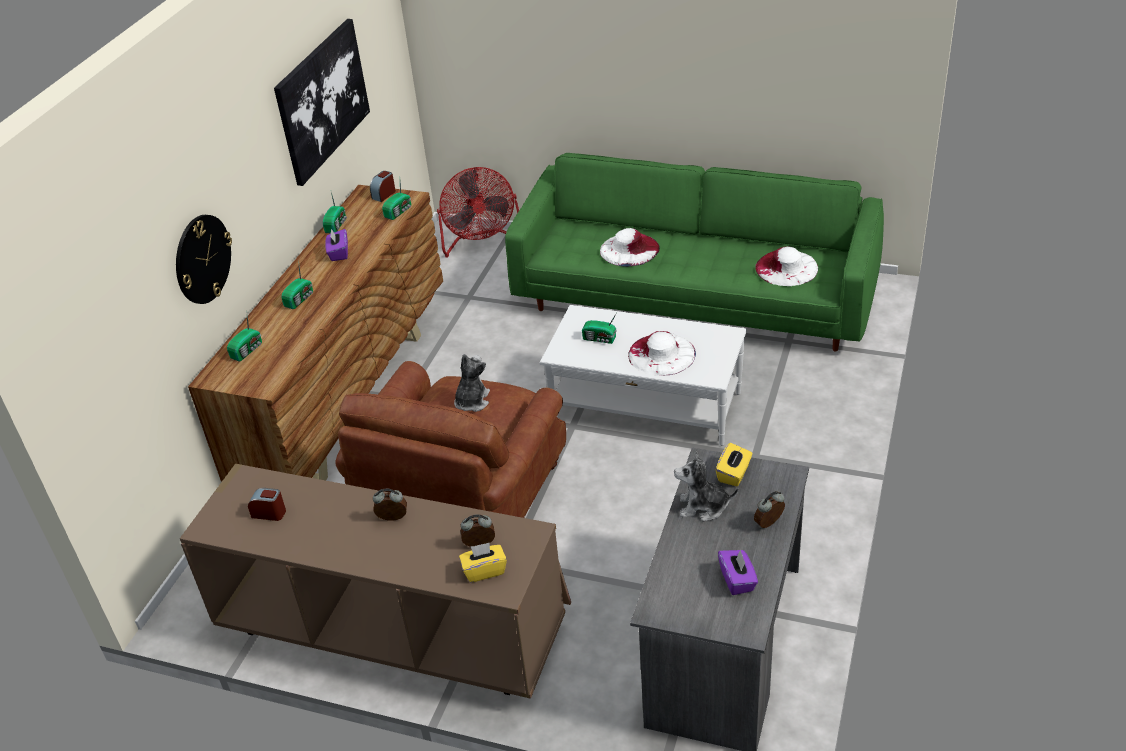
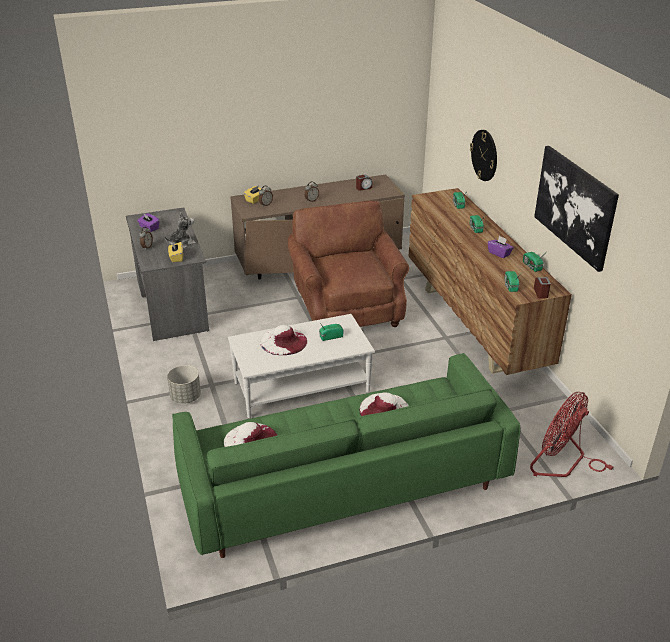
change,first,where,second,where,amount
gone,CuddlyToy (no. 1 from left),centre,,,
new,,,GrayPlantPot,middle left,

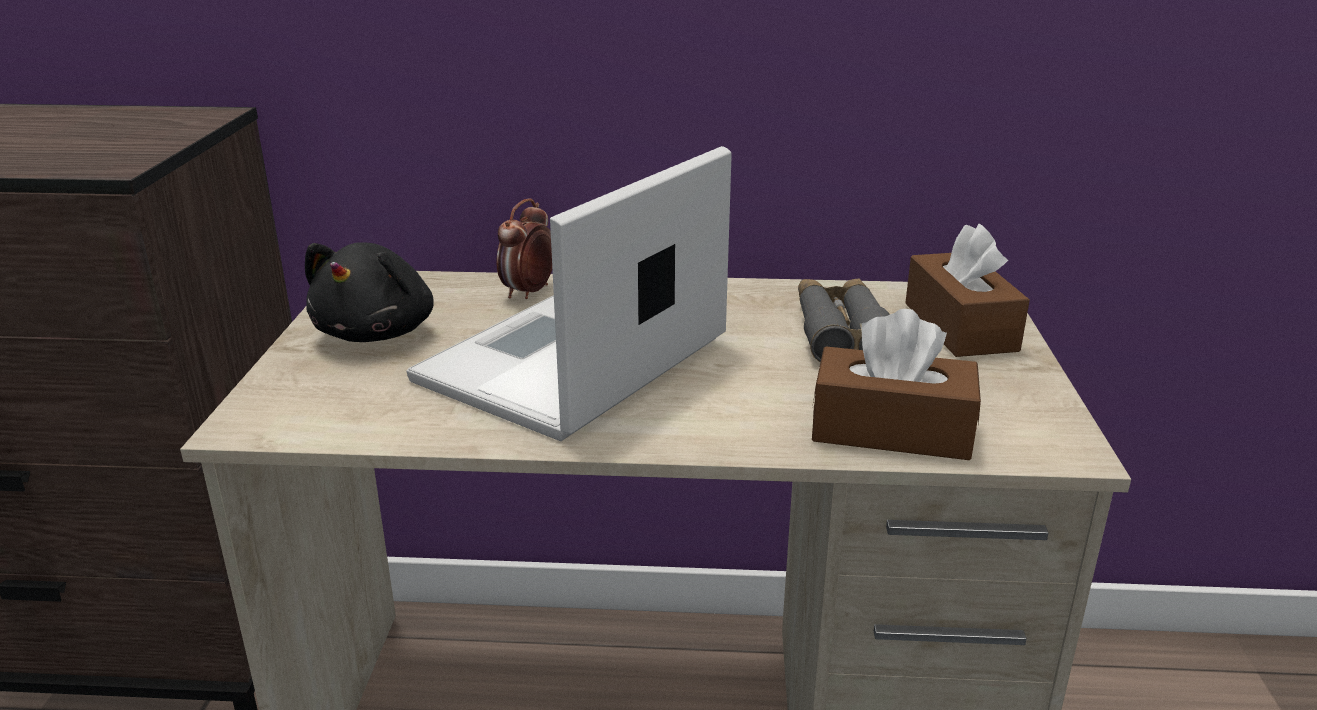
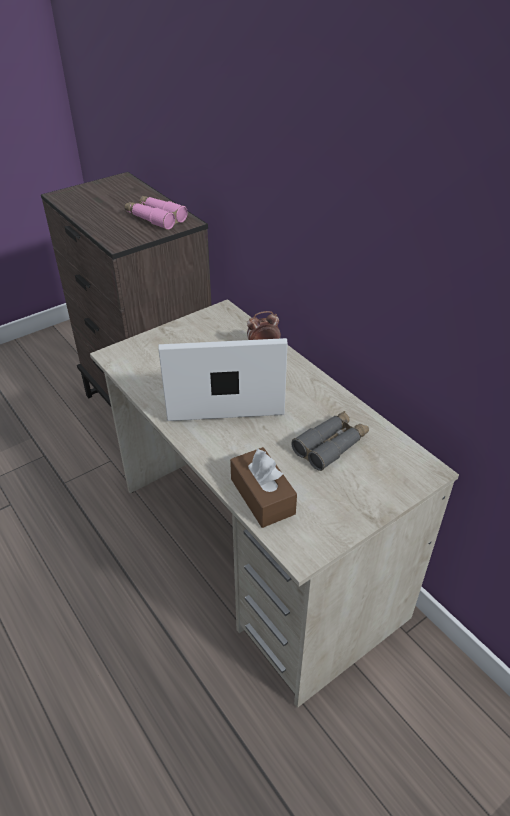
change,first,where,second,where,amount
gone,BlackishCuddlyToy,middle left,,,
gone,BrownColouredBoxOfTissues (no. 2 from left),middle right,,,
new,,,PinkColouredPairOfBinoculars,top left,

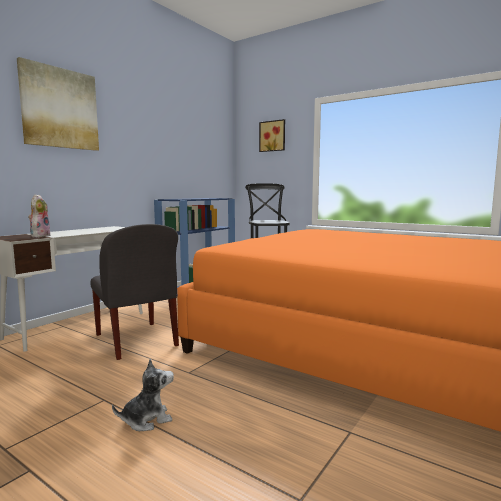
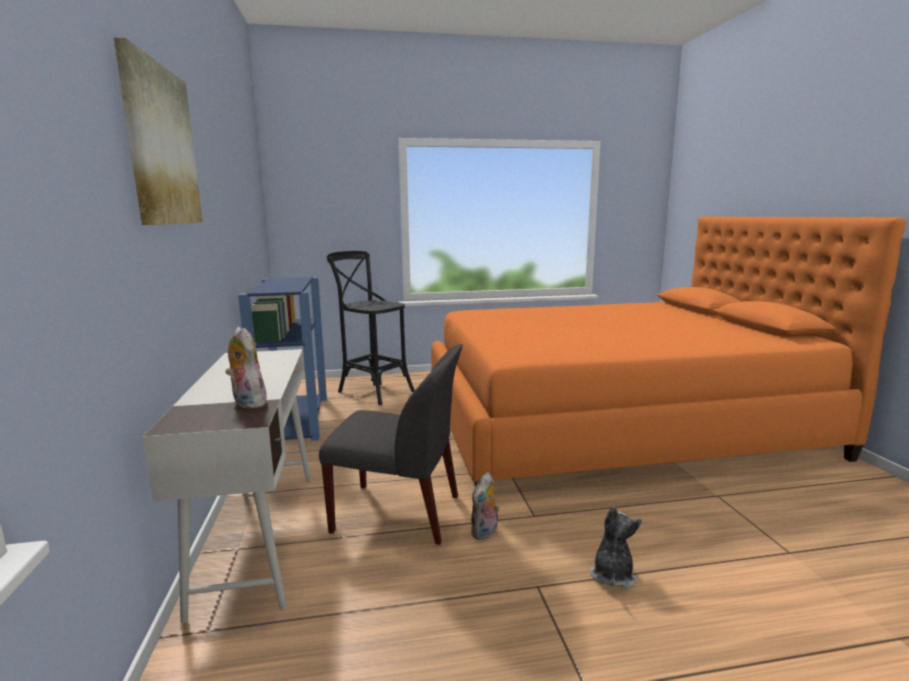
change,first,where,second,where,amount
gone,WallArt (no. 2 from left),top centre,,,
new,,,CuddlyToy (no. 2 from left),bottom centre,

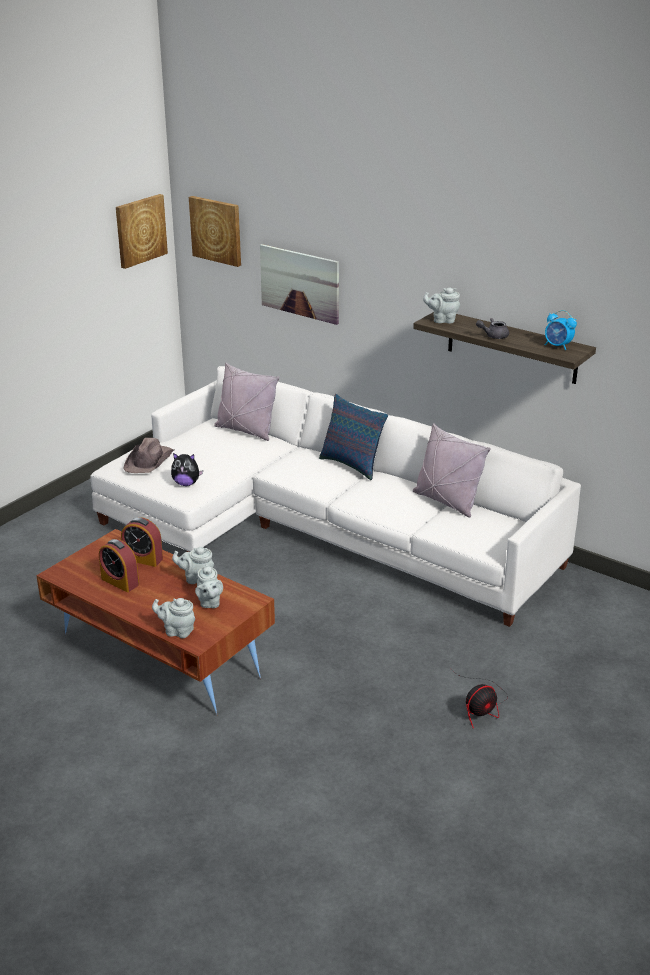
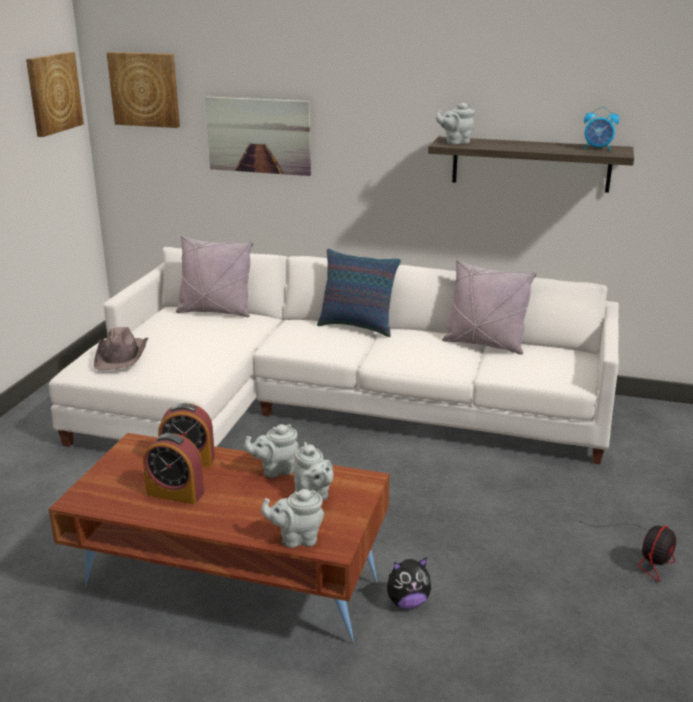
change,first,where,second,where,amount
gone,GrayTeaPot (no. 5 from left),middle right,,,
shifted,CuddlyToy,middle left,,bottom centre,

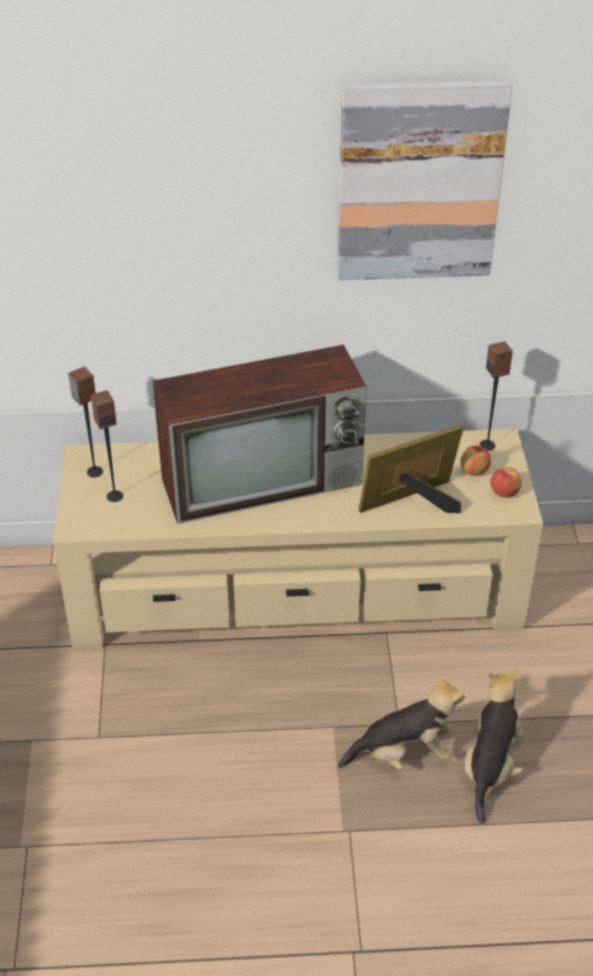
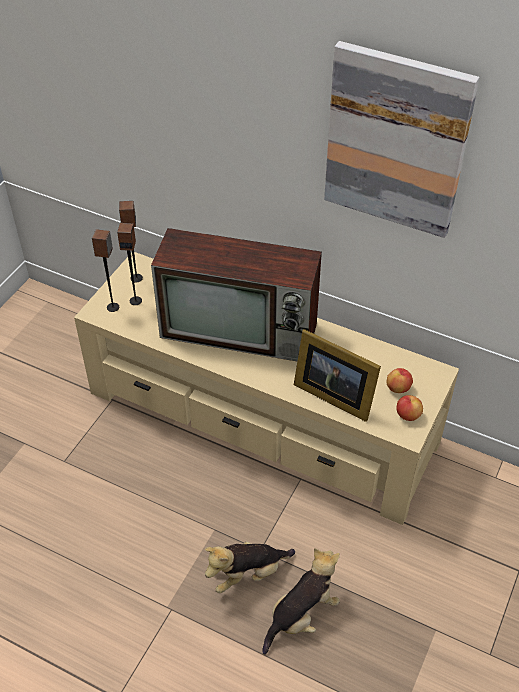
change,first,where,second,where,amount
shifted,AudioSpeaker (no. 3 from left in the first image),middle right,AudioSpeaker (no. 1 from left),middle left,
rotated,CuddlyToy (no. 1 from left),bottom right,,bottom centre,135 degrees clockwise
rotated,PhotoFrame,middle right,,centre,150 degrees counterclockwise

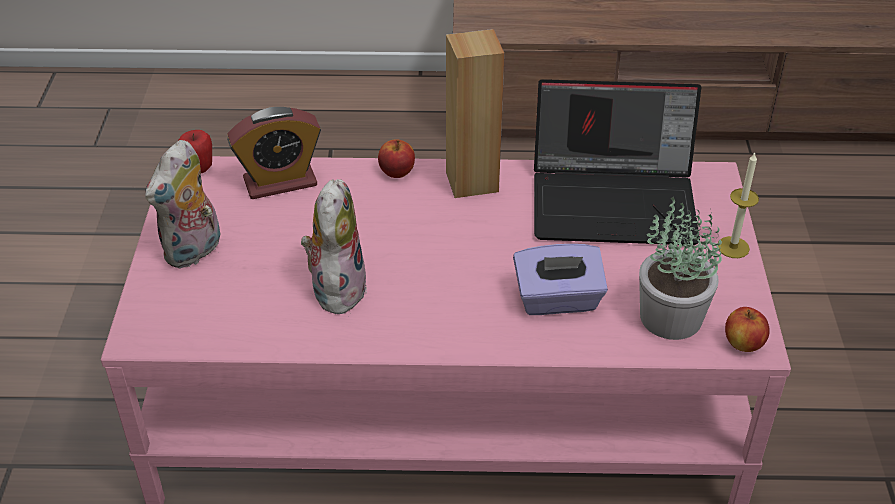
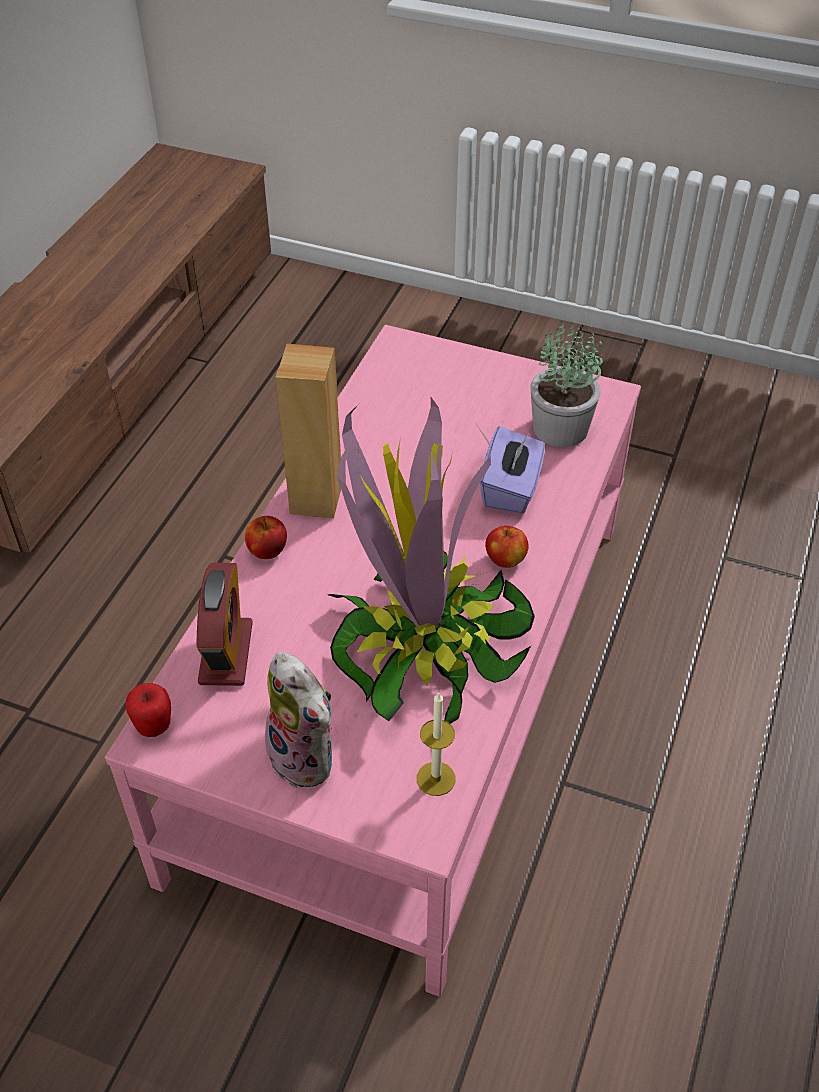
change,first,where,second,where,amount
gone,NotebookComputer,top right,,,
shifted,Candle,middle right,,bottom centre,
shifted,Apple (no. 3 from left),middle right,,centre,
swapped,CuddlyToy (no. 2 from left),centre,Houseplant (no. 1 from left),centre,

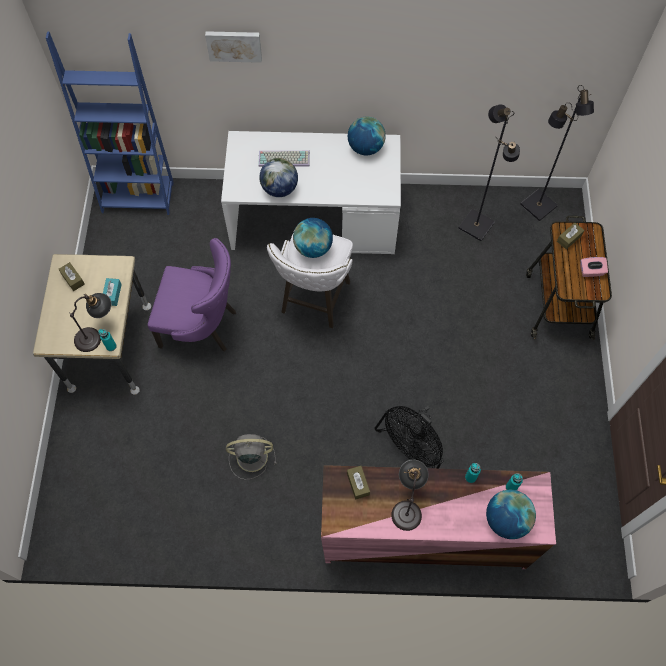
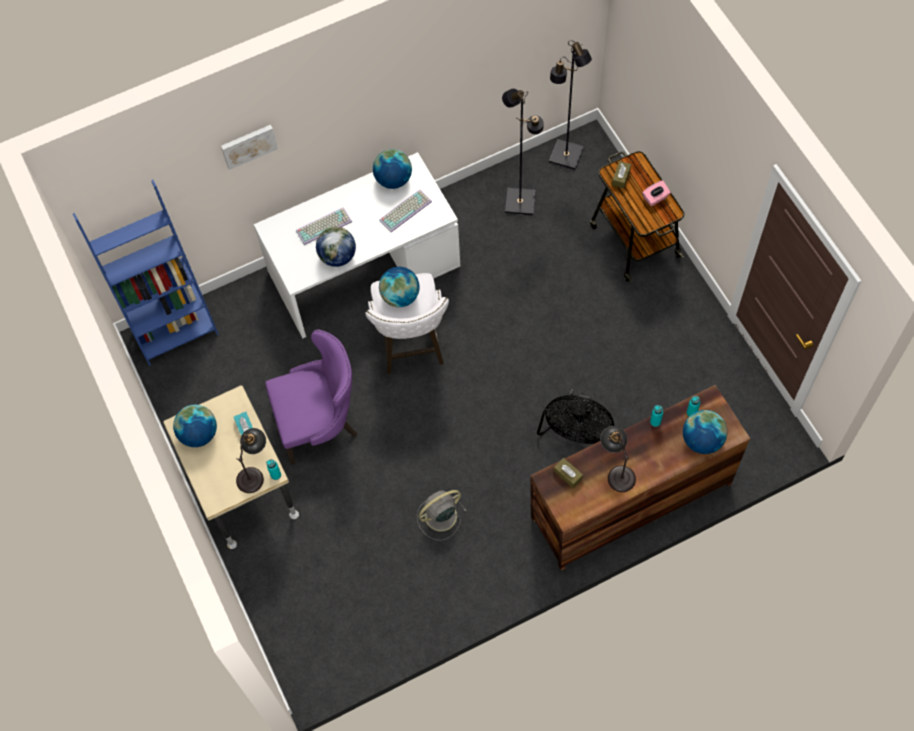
change,first,where,second,where,amount
new,,,ComputerKeyboard (no. 2 from left),top centre,
swapped,BrownColouredBoxOfTissues (no. 1 from left),middle left,WorldGlobe (no. 1 from left),middle left,
repainted,PinkColouredCupboard,bottom centre,BrownColouredCupboard,middle right,

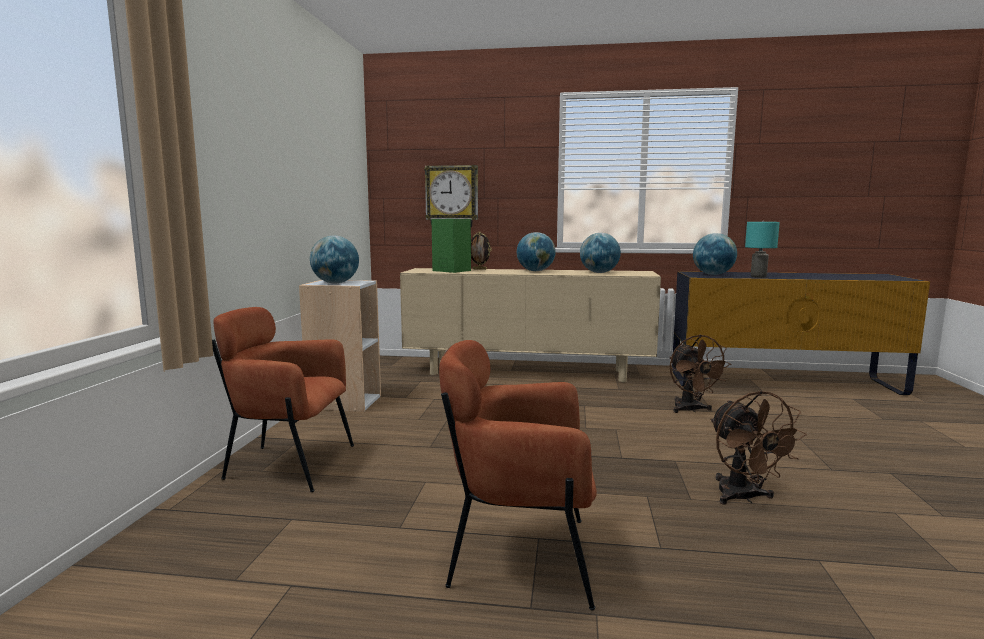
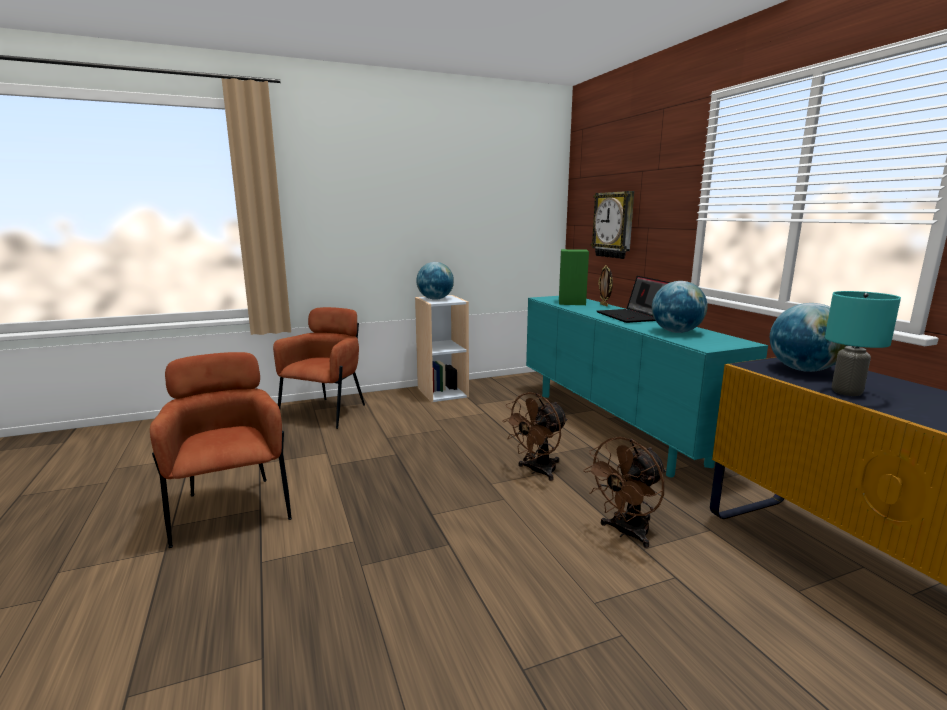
change,first,where,second,where,amount
shifted,BrownColouredCoolingFan (no. 2 from left in the first image),bottom right,BrownColouredCoolingFan (no. 1 from left),centre,
swapped,WorldGlobe (no. 2 from left),centre,NotebookComputer,middle right,
repainted,SandColouredCupboard,centre,TurquoiseColouredCupboard,middle right,
rotated,BrownColouredArmchair (no. 1 from left in the first image),middle left,BrownColouredArmchair (no. 2 from left),centre,45 degrees clockwise

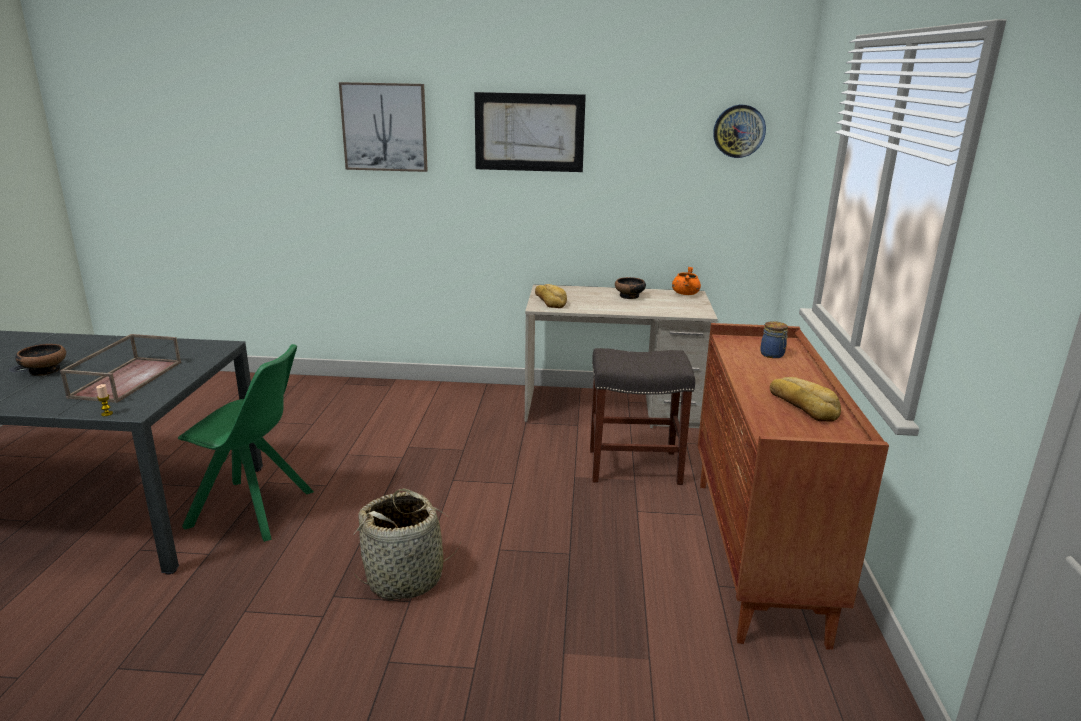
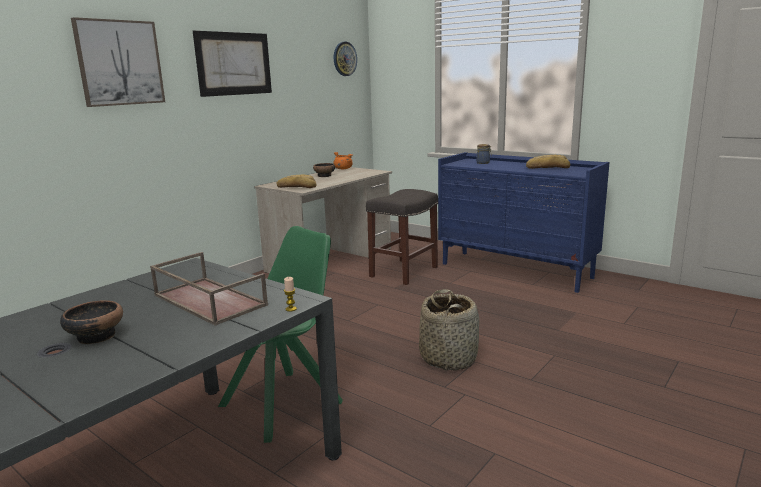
change,first,where,second,where,amount
repainted,BrownColouredCupboard,bottom right,BluishCupboard,middle right,

